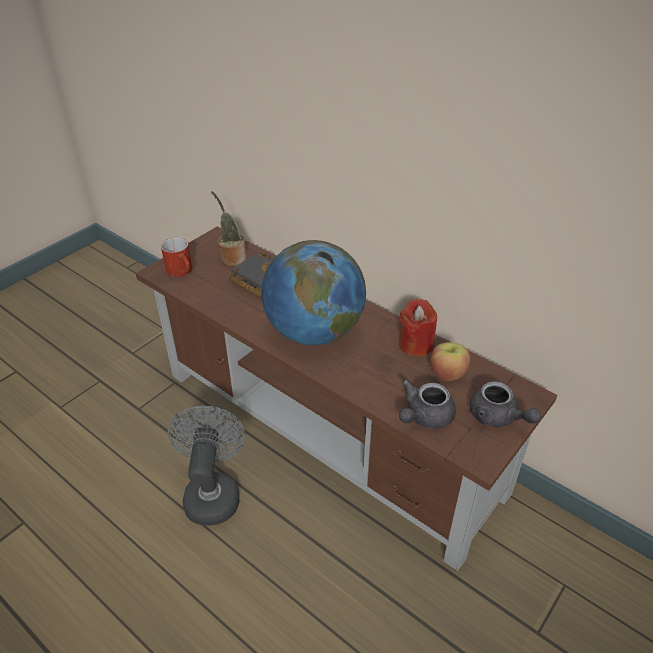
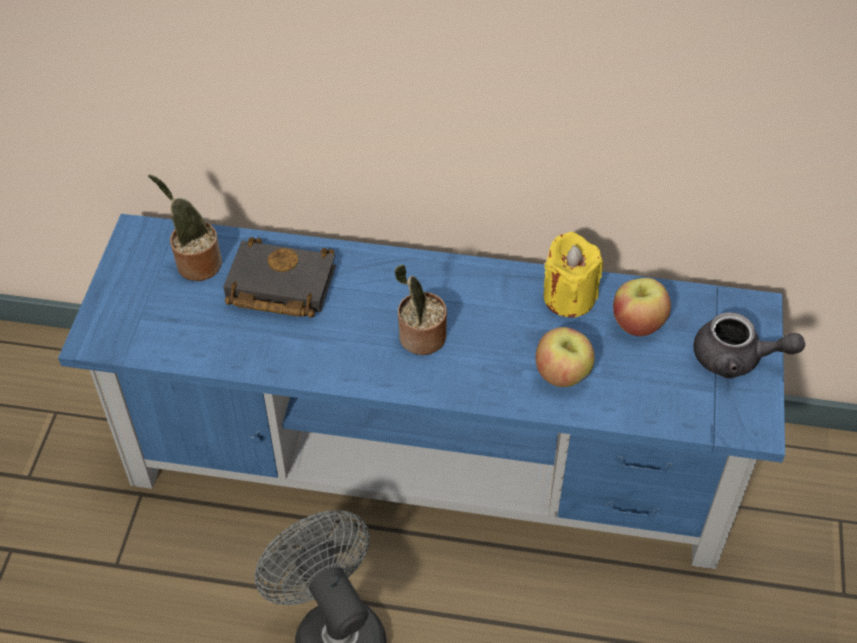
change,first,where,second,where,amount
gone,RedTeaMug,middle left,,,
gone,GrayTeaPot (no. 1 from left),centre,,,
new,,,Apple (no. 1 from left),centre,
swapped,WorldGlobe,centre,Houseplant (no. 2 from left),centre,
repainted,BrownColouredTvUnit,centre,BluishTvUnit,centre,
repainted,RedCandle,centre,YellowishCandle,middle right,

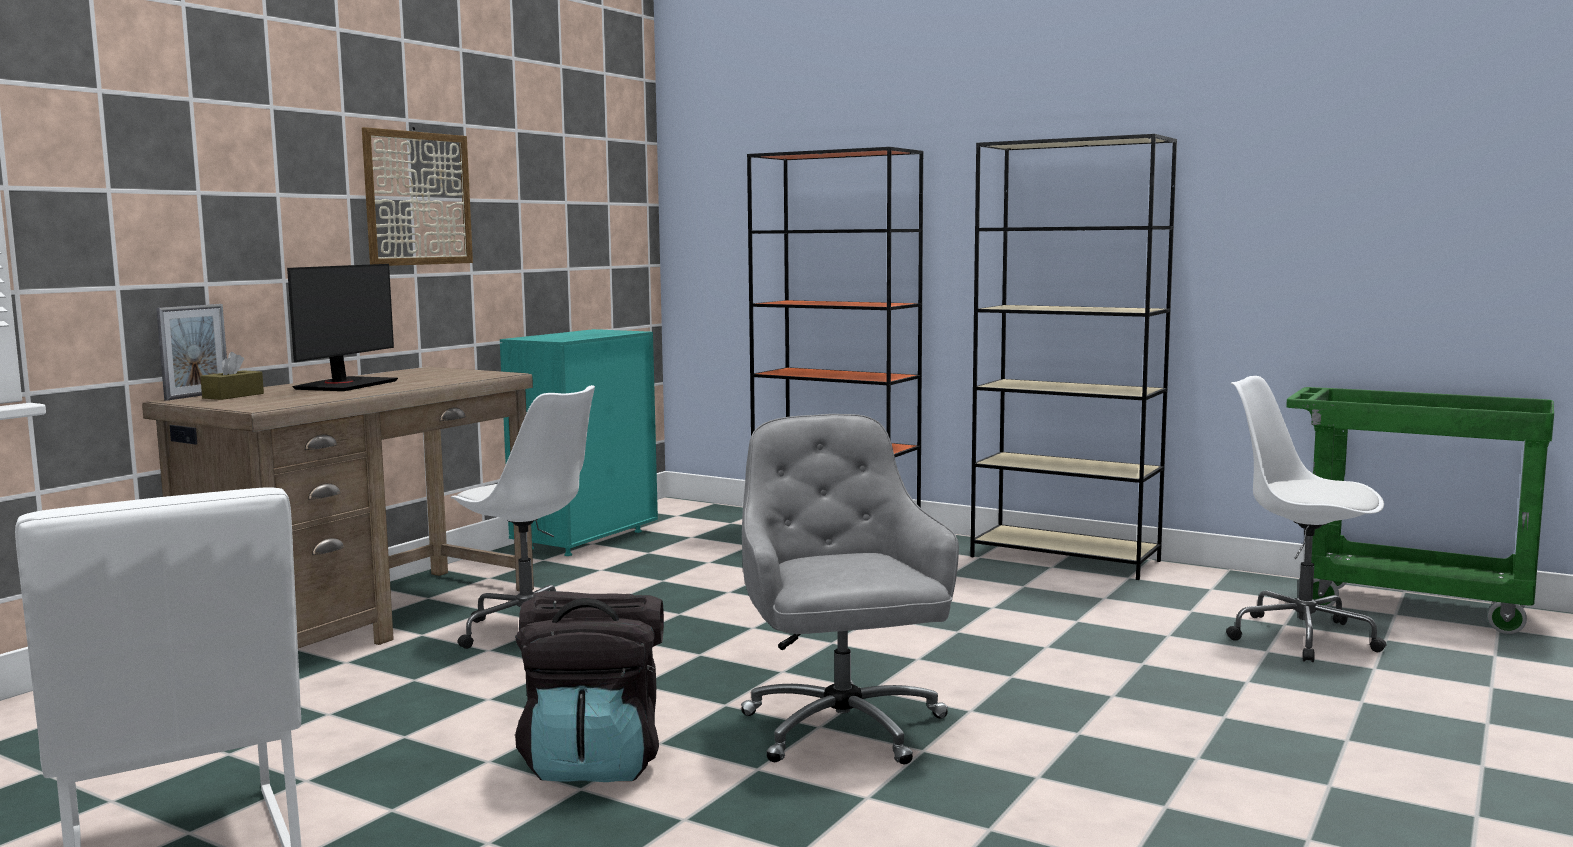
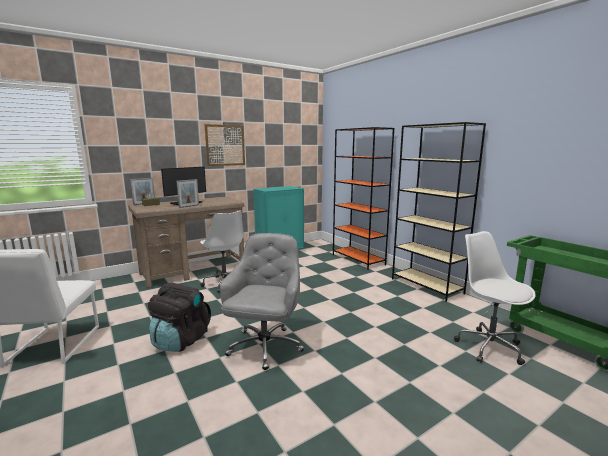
change,first,where,second,where,amount
new,,,PhotoFrame (no. 2 from left),middle left,

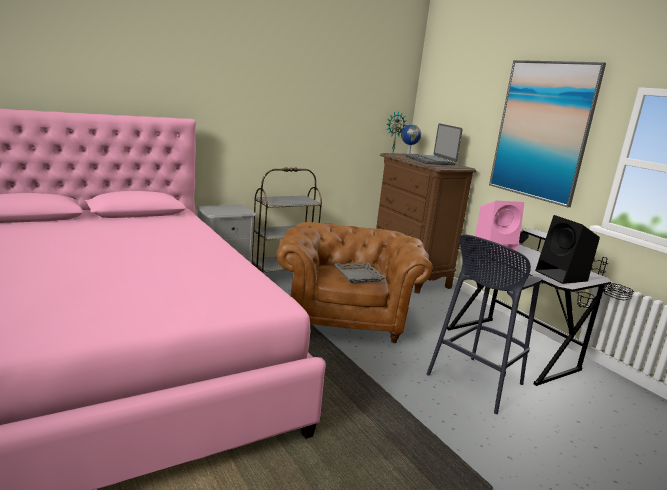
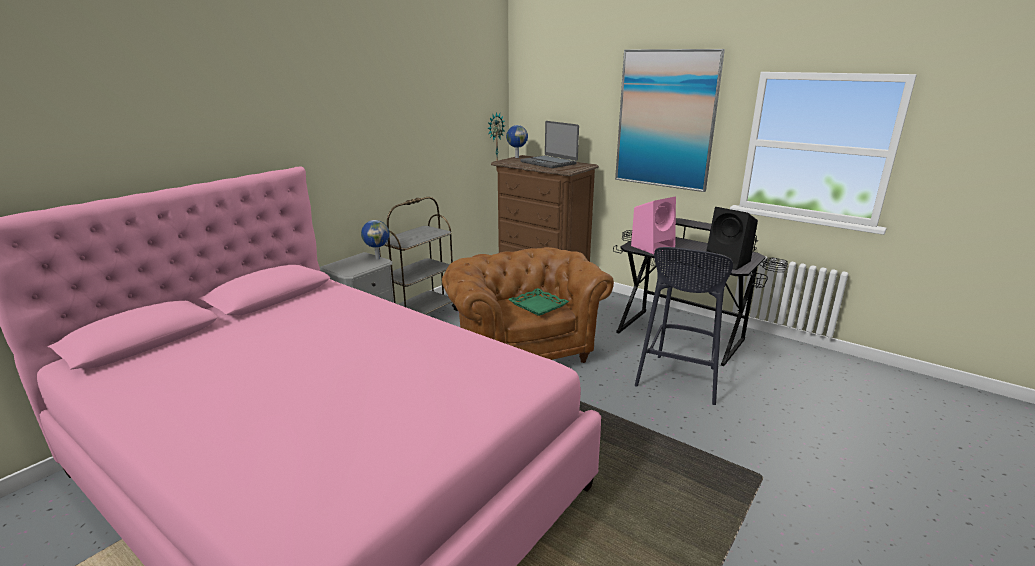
change,first,where,second,where,amount
new,,,WorldGlobe (no. 1 from left),centre,
repainted,GrayCarryingTray,centre,GreenishCarryingTray,centre,

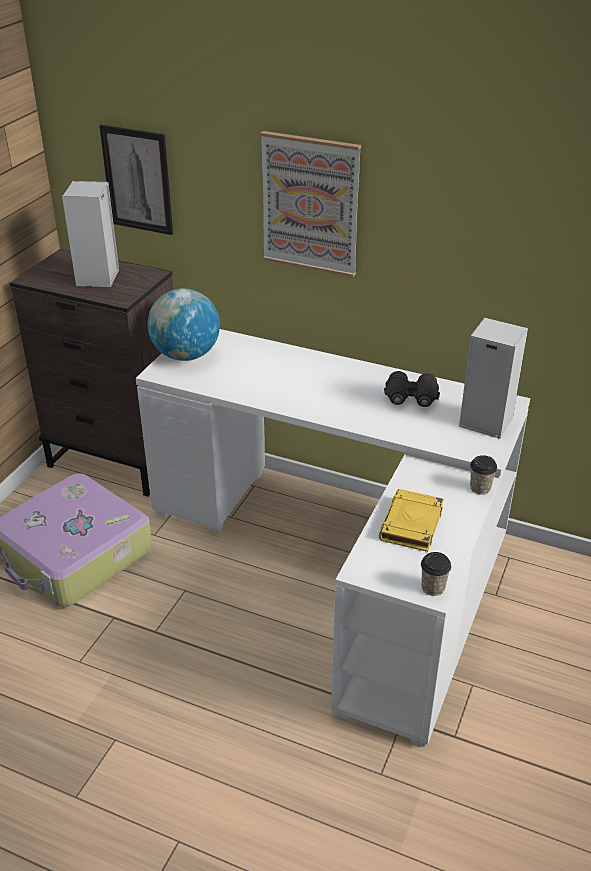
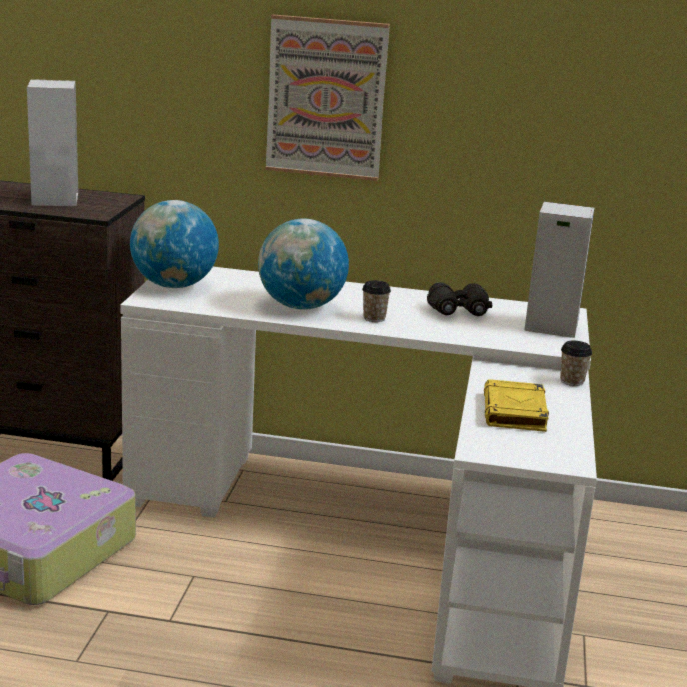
change,first,where,second,where,amount
gone,WallArt (no. 1 from left),top left,,,
new,,,WorldGlobe (no. 2 from left),centre,
shifted,DrinkingCup (no. 1 from left),middle right,,centre,

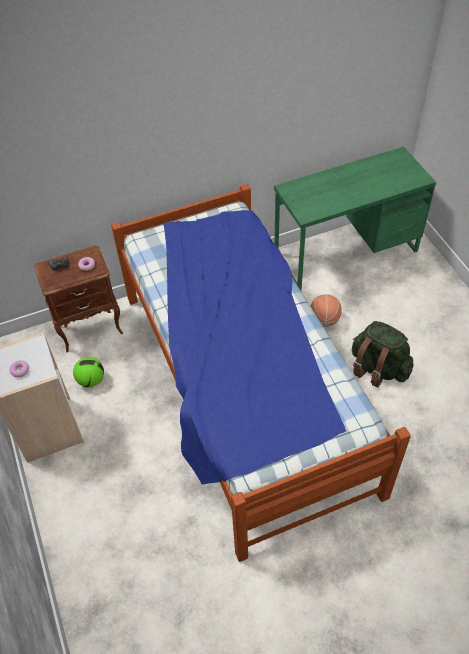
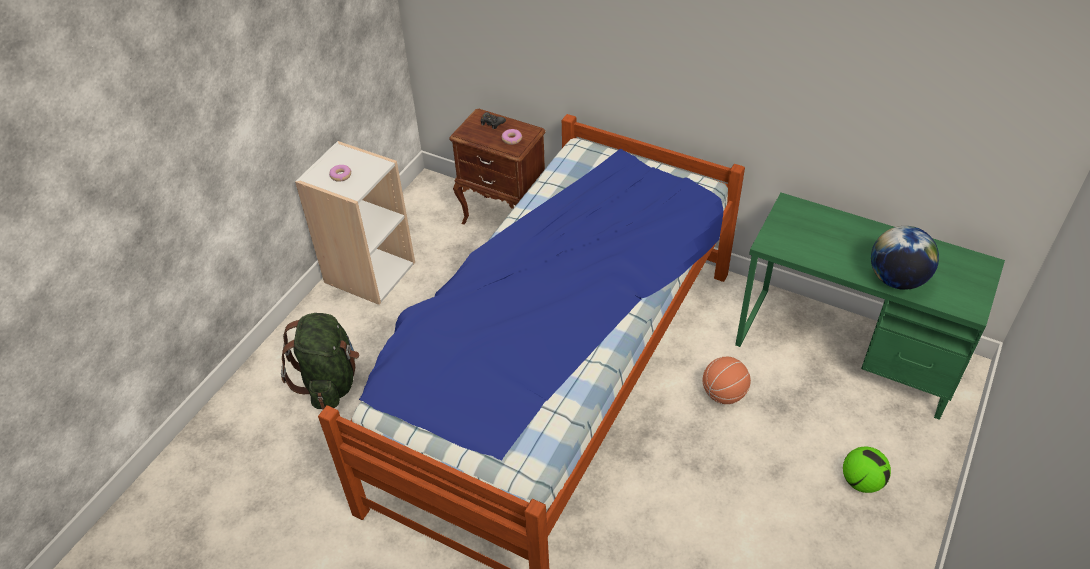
change,first,where,second,where,amount
new,,,WorldGlobe,middle right,
shifted,Football,middle left,,bottom right,
shifted,GreenishKnapsack,middle right,,middle left,

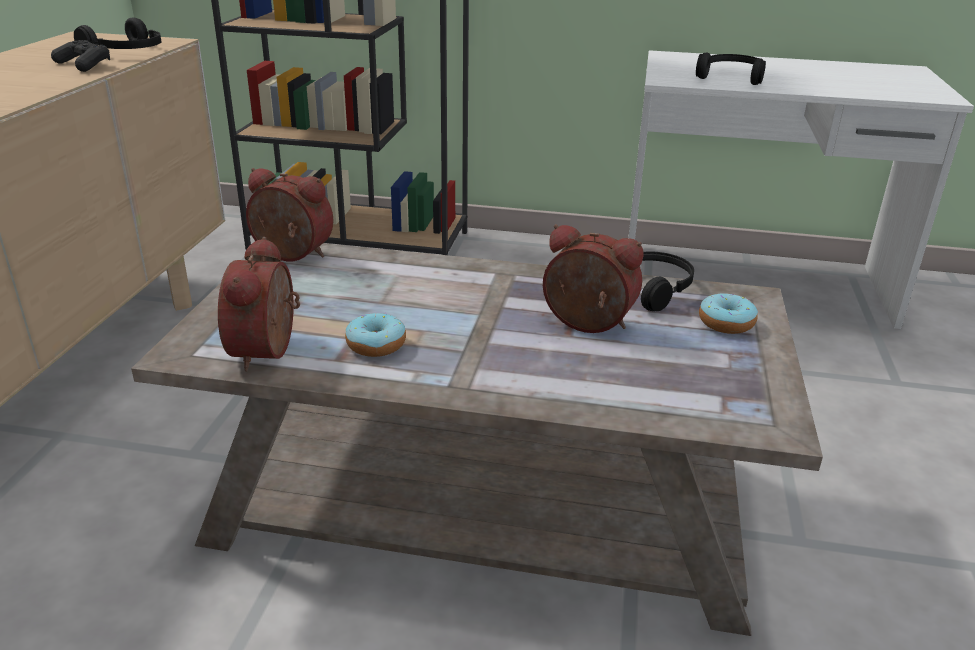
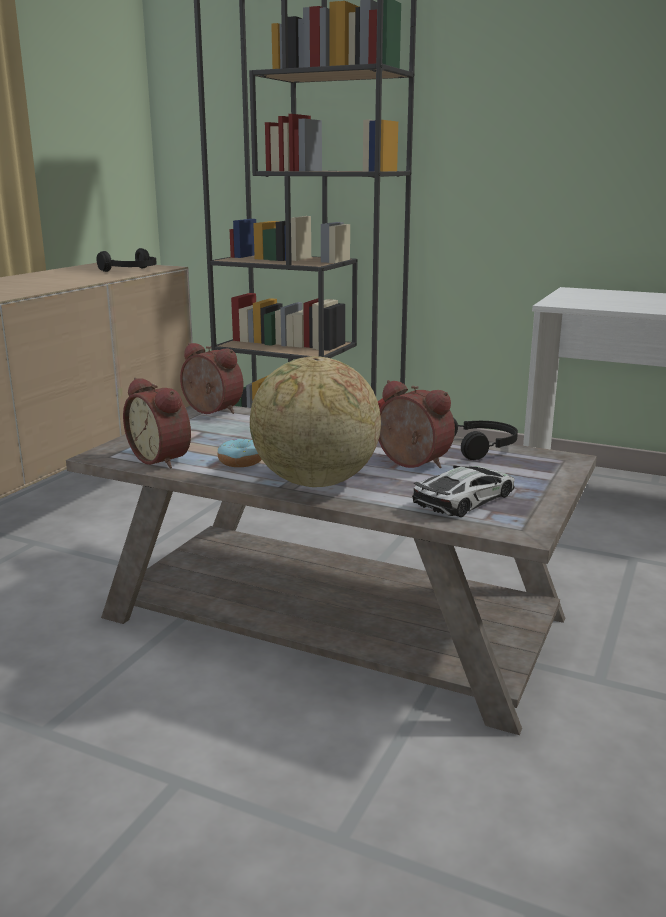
change,first,where,second,where,amount
gone,BlackishGamepad,top left,,,
gone,BlackishHeadphones (no. 3 from left),top right,,,
gone,Doughnut (no. 2 from left),middle right,,,
new,,,WorldGlobe,centre,
new,,,MiniatureCar,middle right,
rotated,TableClock (no. 1 from left),middle left,,middle left,60 degrees counterclockwise

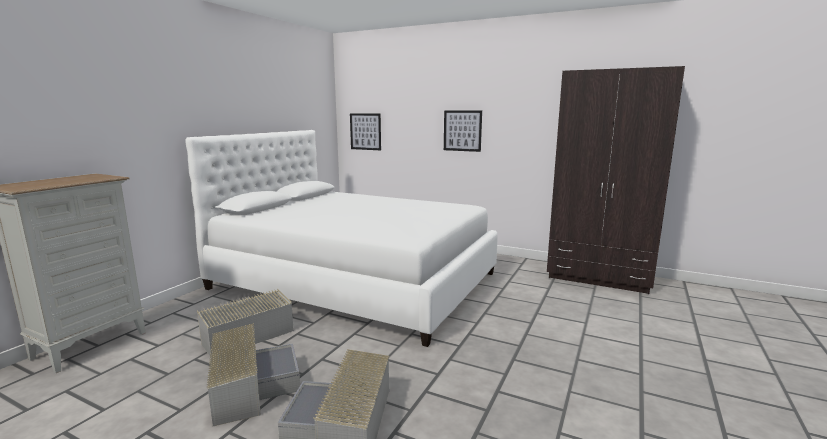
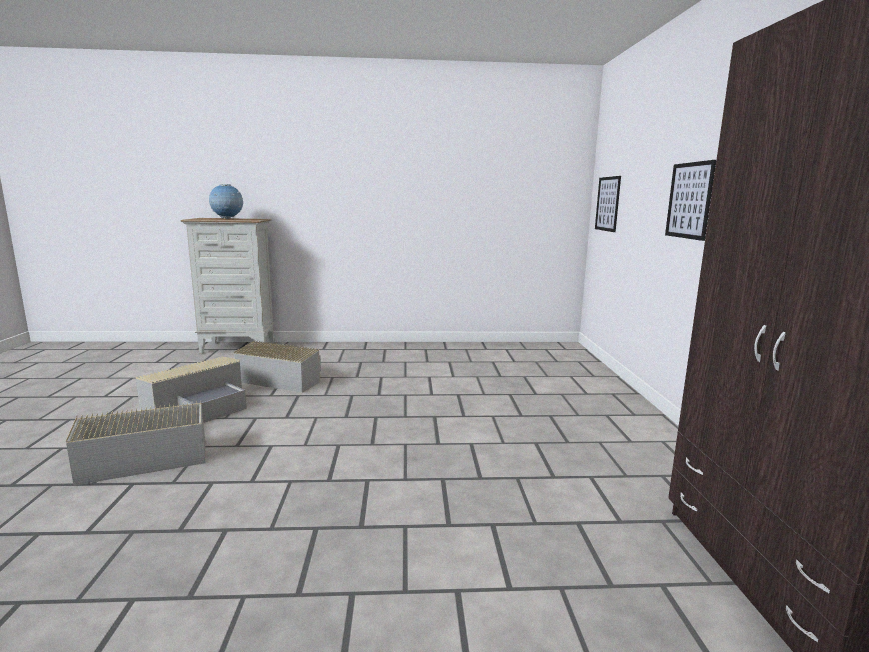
change,first,where,second,where,amount
gone,WhiteBedroomBed,centre,,,
new,,,WorldGlobe,top left,

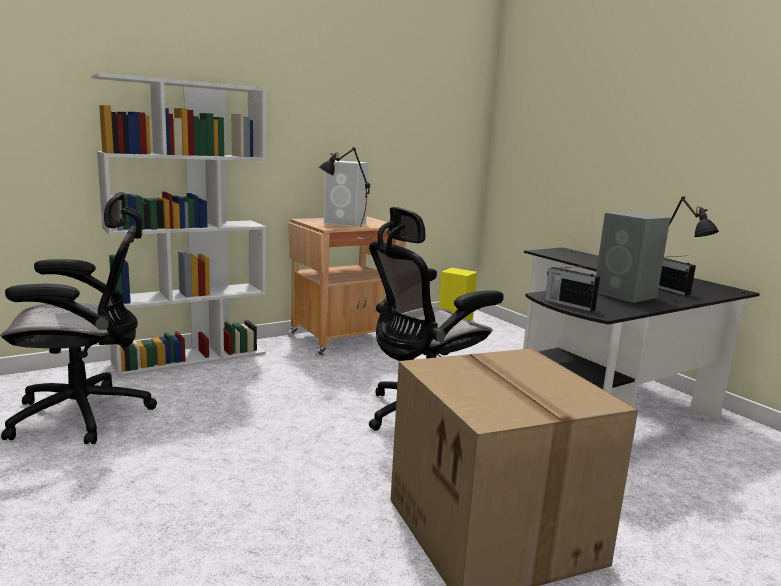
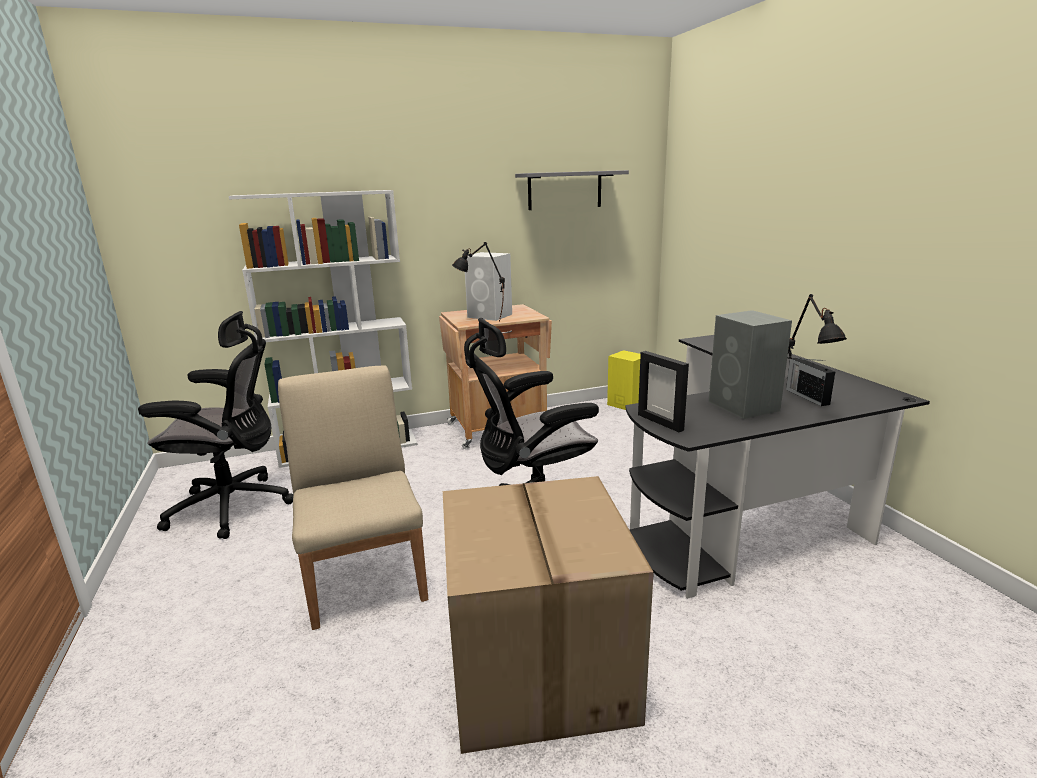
change,first,where,second,where,amount
new,,,SandColouredChair,centre,
new,,,GrayShelf,top centre,
swapped,Radio (no. 1 from left),middle right,PhotoFrame,centre,

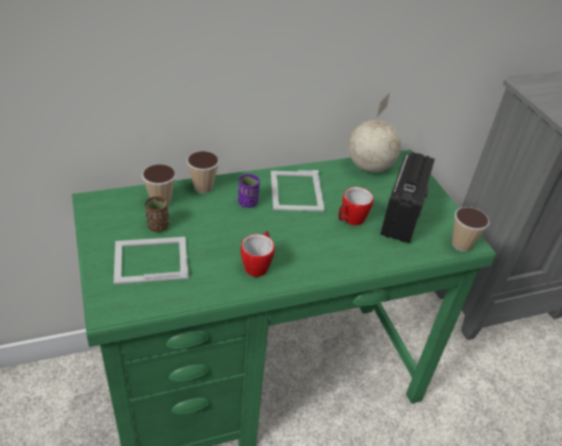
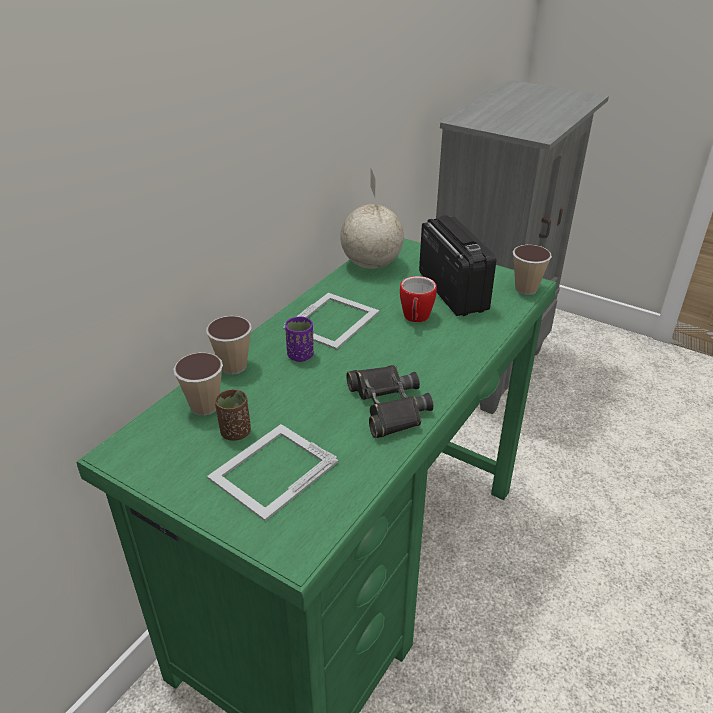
change,first,where,second,where,amount
swapped,TeaMug (no. 1 from left),centre,BlackishPairOfBinoculars,centre,
rotated,PhotoFrame (no. 2 from left),centre,,centre,105 degrees counterclockwise

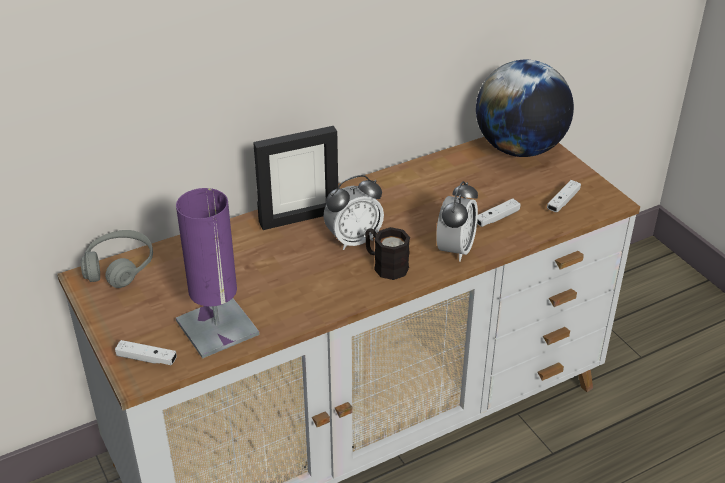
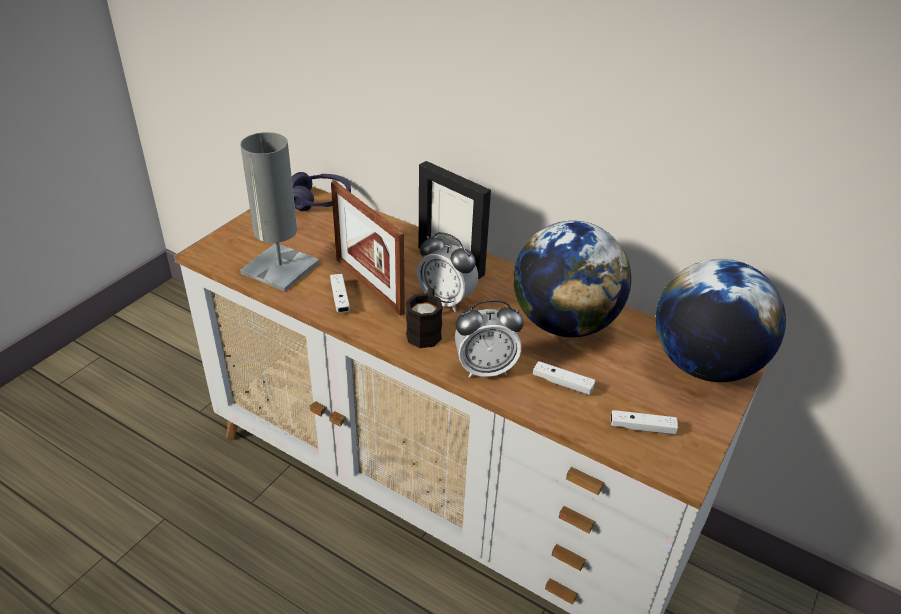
change,first,where,second,where,amount
new,,,PhotoFrame (no. 1 from left),centre,
new,,,WorldGlobe (no. 1 from left),centre,
shifted,WhiteGamepad (no. 1 from left),bottom left,,centre,
repainted,GrayHeadphones,middle left,PurpleHeadphones,top centre,
repainted,PurpleTabletopLamp,middle left,GrayTabletopLamp,middle left,

